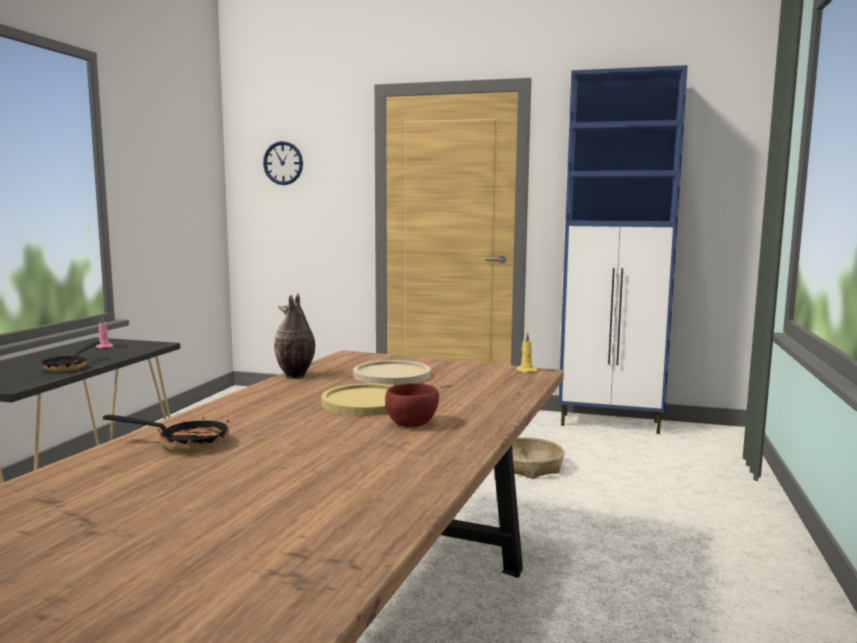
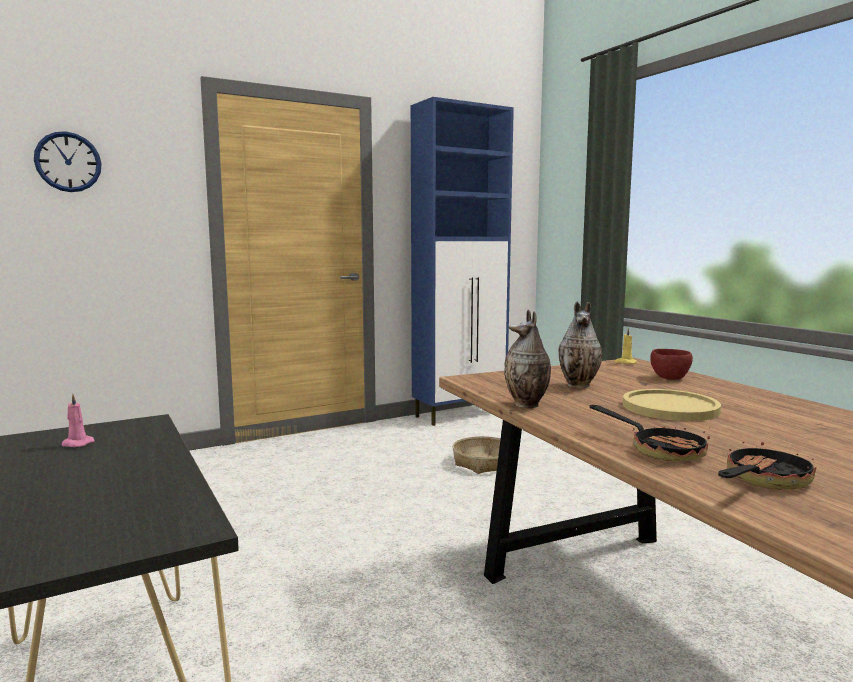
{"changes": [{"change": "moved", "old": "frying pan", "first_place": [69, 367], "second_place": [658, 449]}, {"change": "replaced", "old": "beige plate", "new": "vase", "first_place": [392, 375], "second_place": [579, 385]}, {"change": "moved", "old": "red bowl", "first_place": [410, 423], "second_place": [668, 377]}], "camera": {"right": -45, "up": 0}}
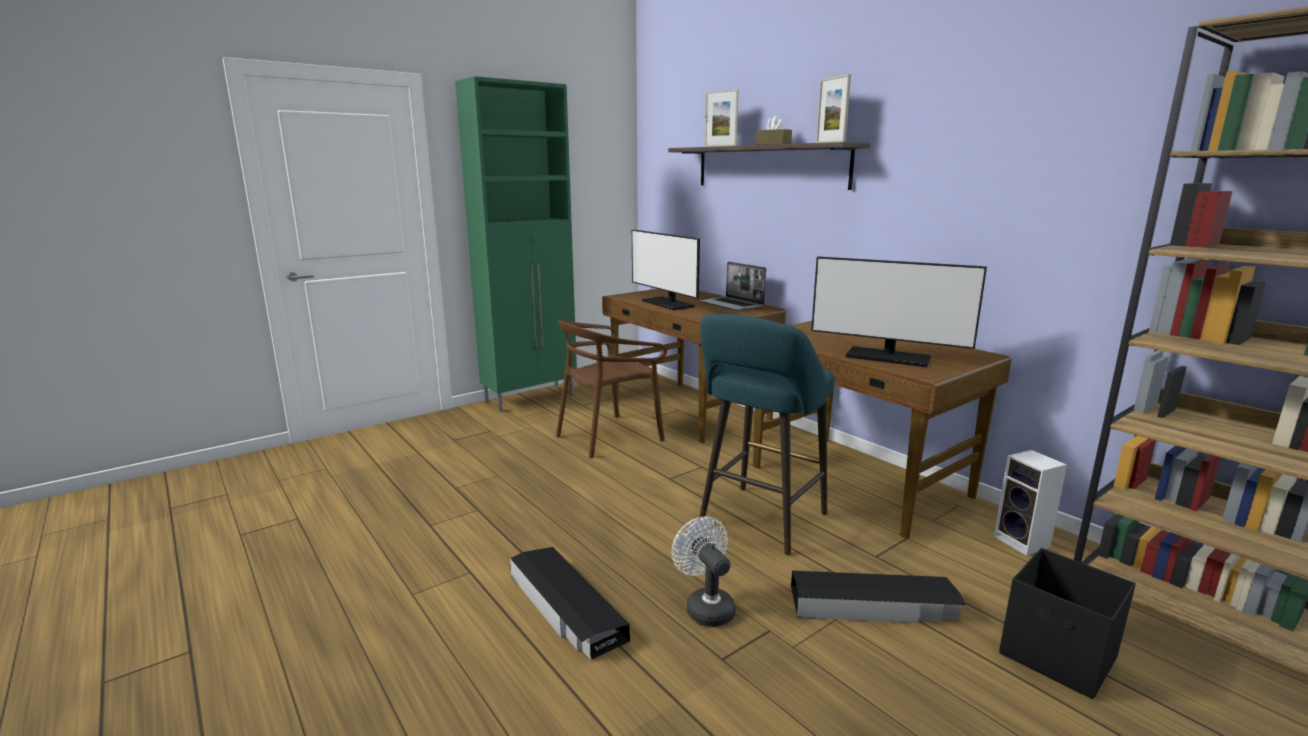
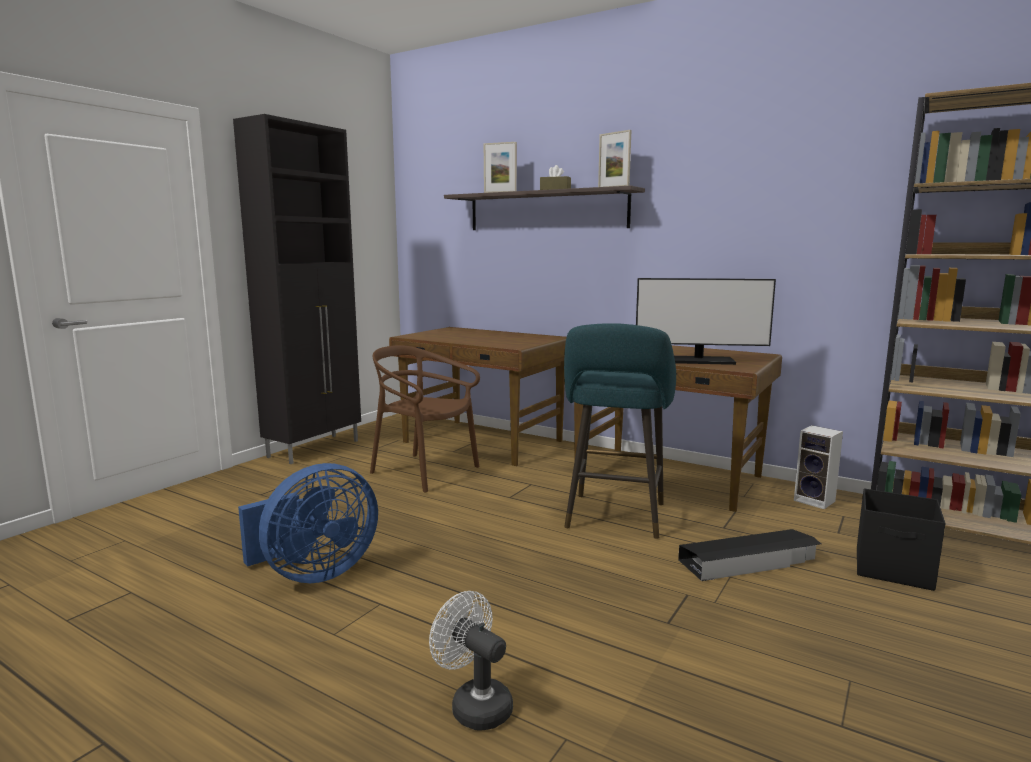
{"changes": [{"change": "recoloured", "old": "green cabinet", "new": "black cabinet", "first_place": [531, 398], "second_place": [315, 448]}, {"change": "removed", "old": "monitor", "first_place": [667, 304]}, {"change": "removed", "old": "laptop", "first_place": [732, 305]}, {"change": "turned", "old": "brown chair", "first_place": [609, 436], "second_place": [424, 471], "degrees": 90}, {"change": "moved", "old": "white fan", "first_place": [705, 606], "second_place": [474, 704]}, {"change": "removed", "old": "black storage box", "first_place": [566, 608]}, {"change": "added", "new": "blue fan", "second_place": [313, 573]}], "camera": {"right": -20, "up": -5}}
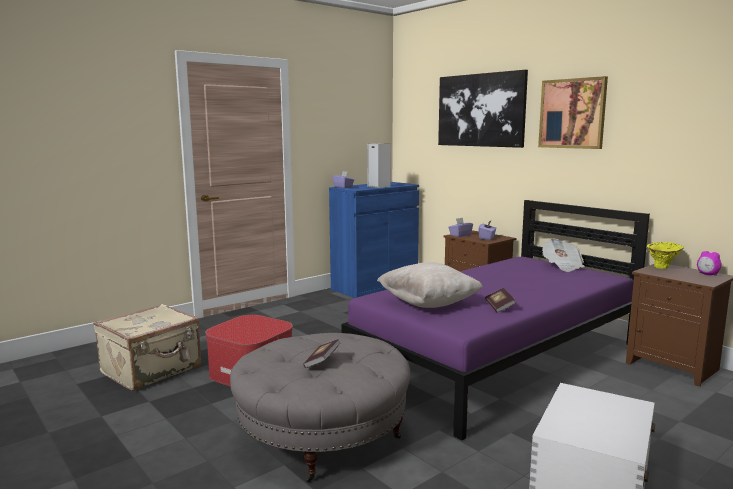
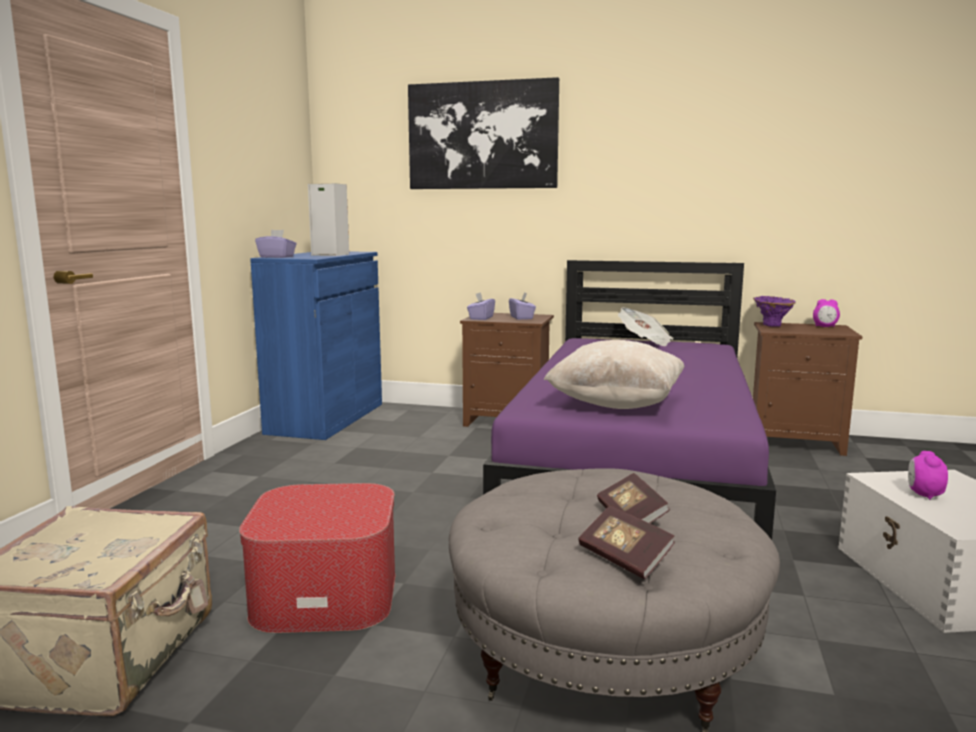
{"changes": [{"change": "removed", "old": "picture", "first_place": [572, 113]}, {"change": "recoloured", "old": "yellow vase", "new": "purple vase", "first_place": [663, 267], "second_place": [772, 325]}, {"change": "moved", "old": "book", "first_place": [499, 307], "second_place": [624, 558]}, {"change": "added", "new": "alarm clock", "second_place": [924, 495]}], "camera": {"right": -35, "up": 0}}
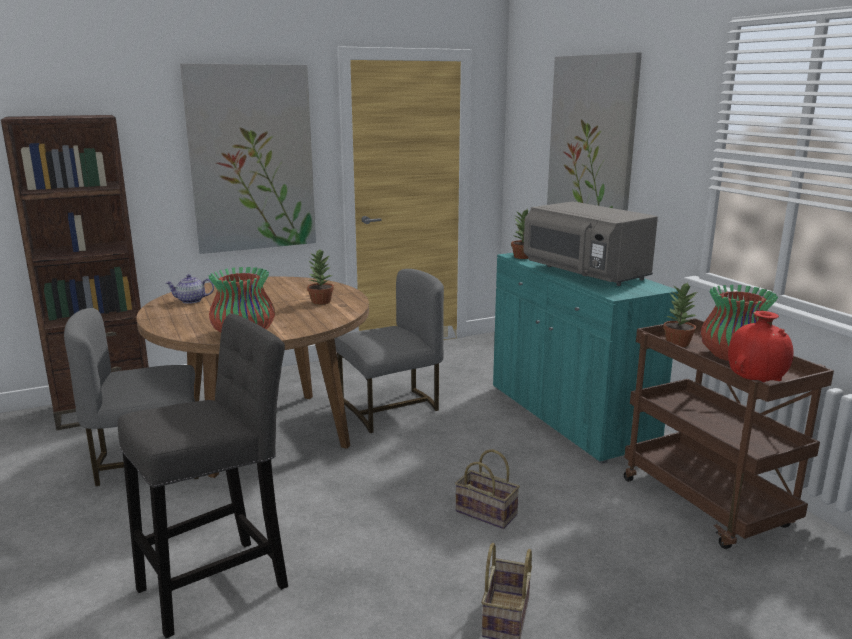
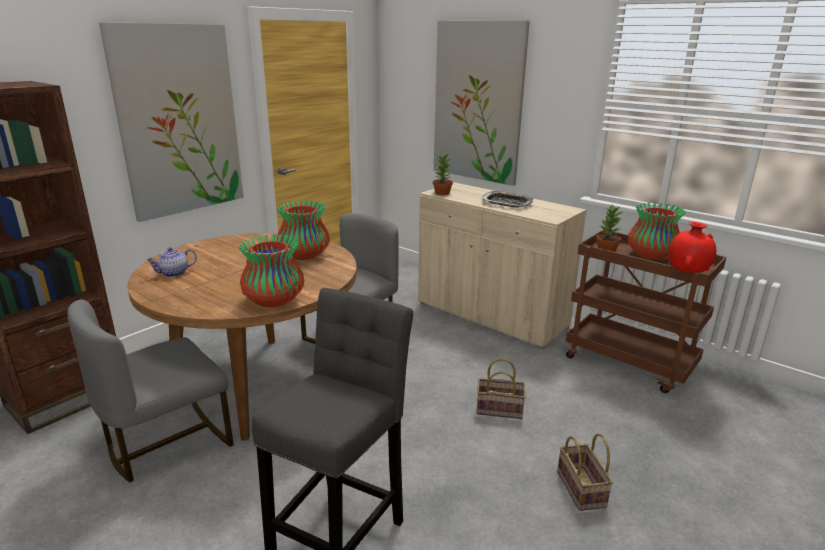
{"changes": [{"change": "replaced", "old": "grey microwave", "new": "tray", "first_place": [585, 274], "second_place": [507, 203]}, {"change": "replaced", "old": "potted plant", "new": "vase", "first_place": [320, 302], "second_place": [304, 256]}, {"change": "recoloured", "old": "turquoise cabinet", "new": "beige cabinet", "first_place": [569, 415], "second_place": [491, 315]}], "camera": {"right": -25, "up": 5}}
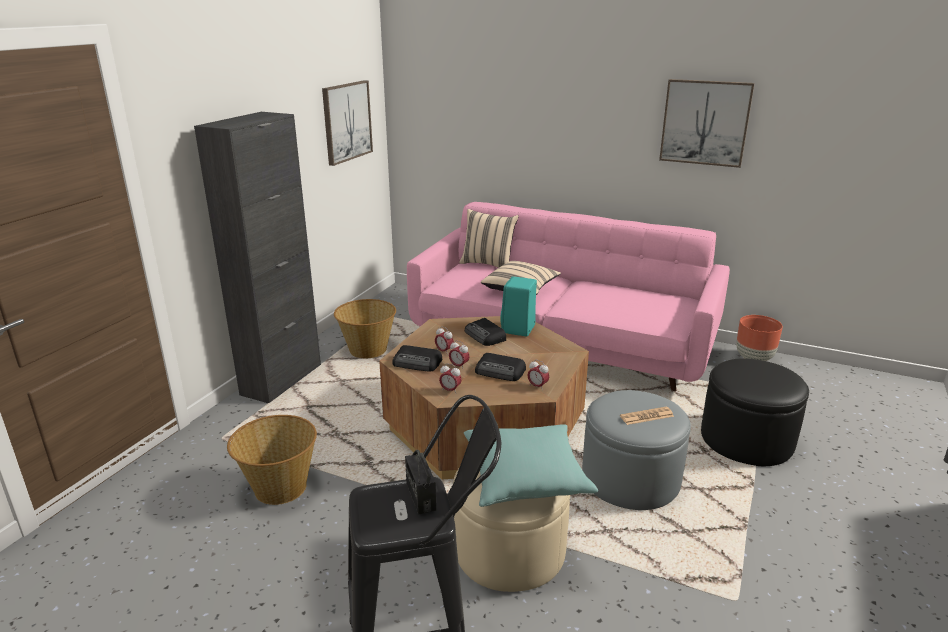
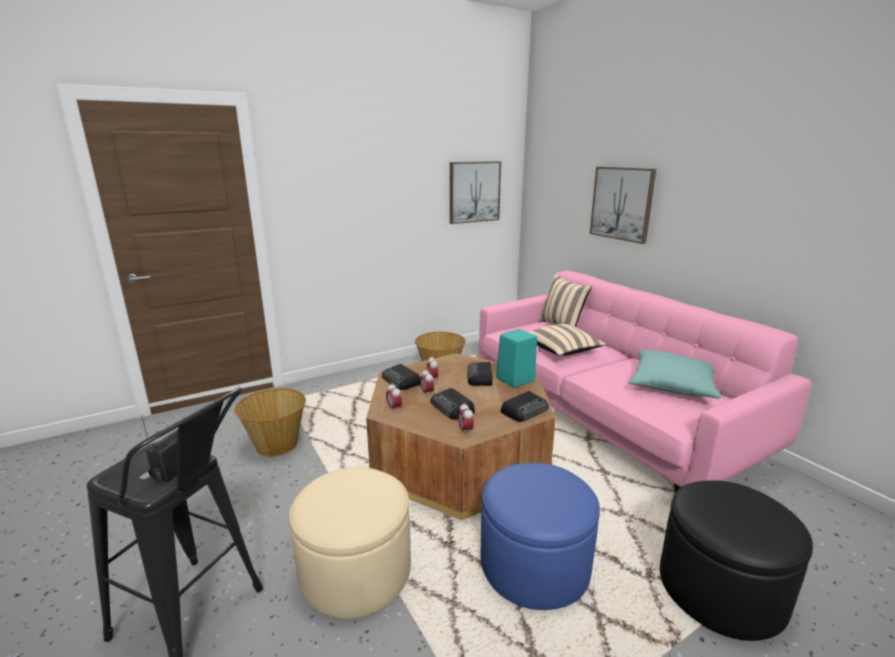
{"changes": [{"change": "moved", "old": "picture", "first_place": [705, 122], "second_place": [622, 203]}, {"change": "removed", "old": "black cabinet", "first_place": [281, 379]}, {"change": "removed", "old": "brown planter", "first_place": [754, 358]}, {"change": "recoloured", "old": "grey ottoman", "new": "blue ottoman", "first_place": [630, 478], "second_place": [534, 564]}, {"change": "removed", "old": "newspaper", "first_place": [646, 416]}, {"change": "moved", "old": "turquoise pillow", "first_place": [526, 477], "second_place": [672, 385]}, {"change": "added", "new": "radio", "second_place": [525, 410]}], "camera": {"right": 35, "up": -5}}
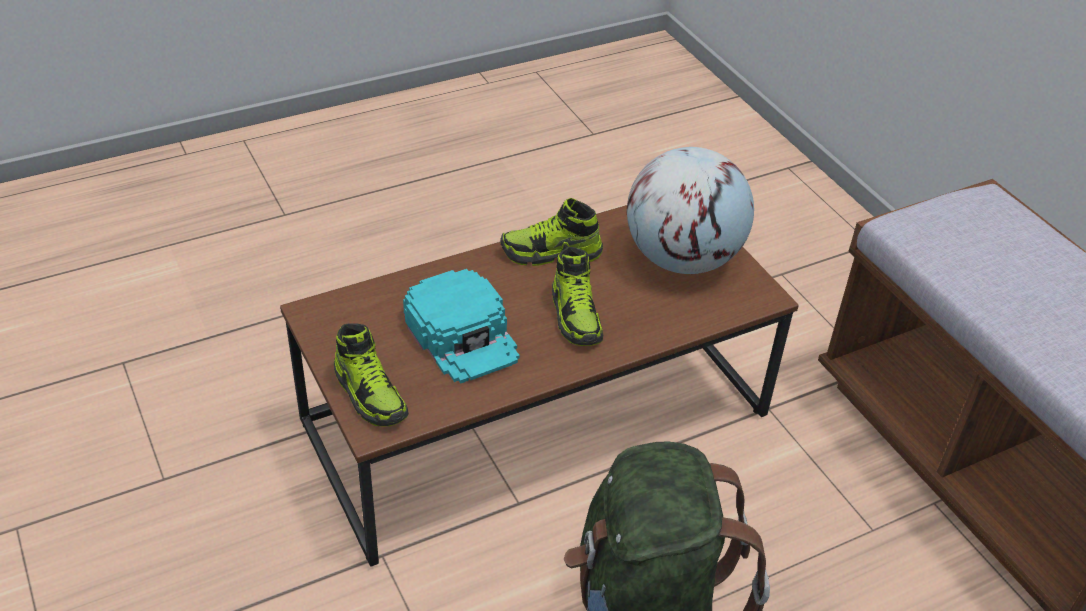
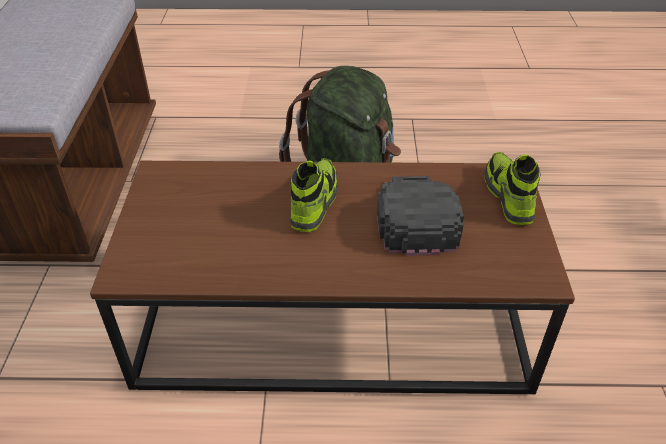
{"changes": [{"change": "removed", "old": "globe", "first_place": [682, 259]}, {"change": "removed", "old": "shoe", "first_place": [551, 253]}, {"change": "recoloured", "old": "turquoise cap", "new": "black cap", "first_place": [463, 334], "second_place": [415, 217]}], "camera": {"right": -150, "up": 0}}
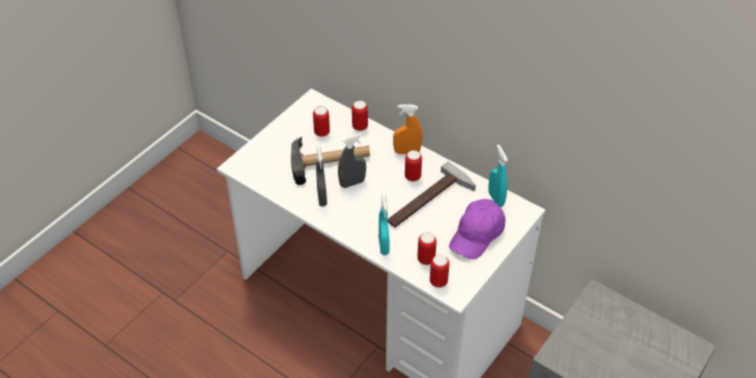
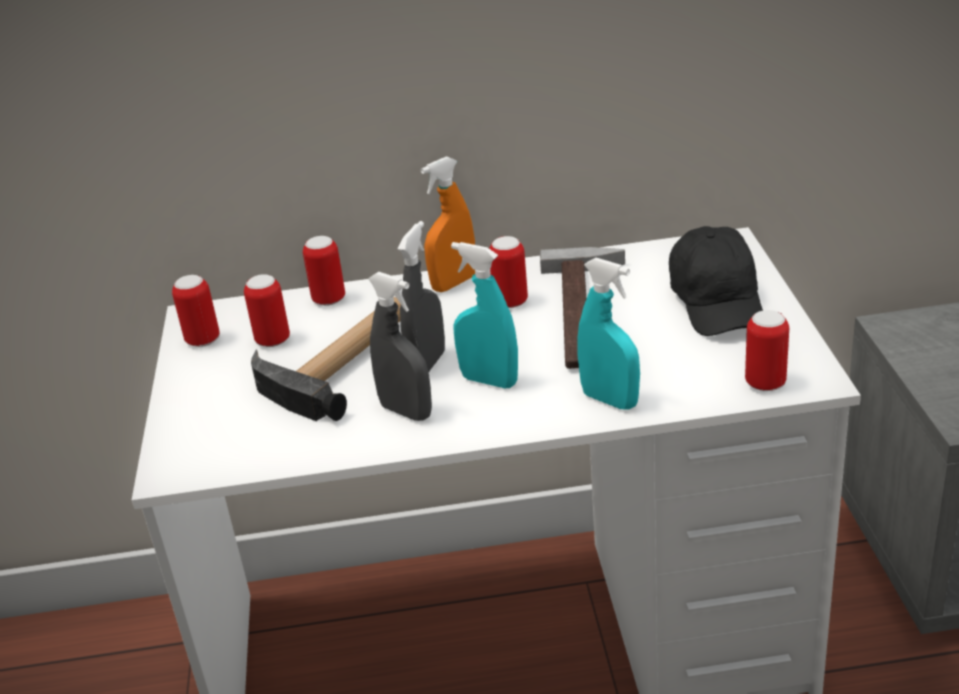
{"changes": [{"change": "moved", "old": "turquoise spray bottle", "first_place": [496, 198], "second_place": [489, 381]}, {"change": "recoloured", "old": "purple cap", "new": "black cap", "first_place": [477, 235], "second_place": [717, 302]}, {"change": "moved", "old": "can", "first_place": [426, 259], "second_place": [203, 340]}], "camera": {"right": -40, "up": -15}}
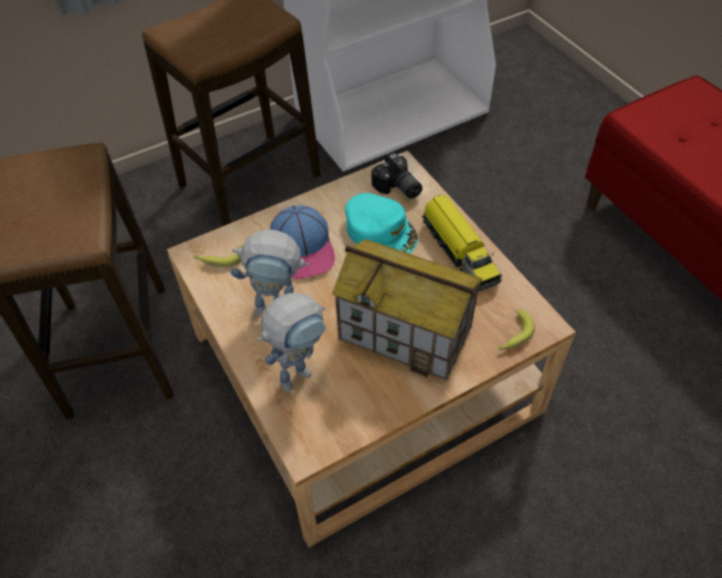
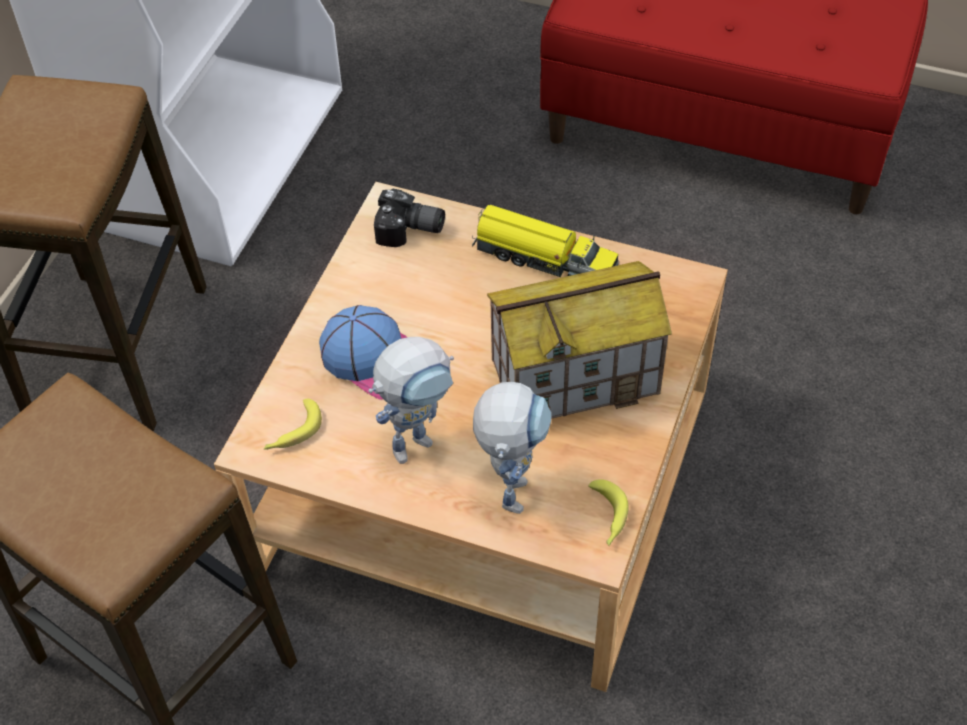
{"changes": [{"change": "removed", "old": "turquoise cap", "first_place": [381, 231]}, {"change": "moved", "old": "banana", "first_place": [513, 336], "second_place": [607, 517]}], "camera": {"right": -40, "up": 0}}
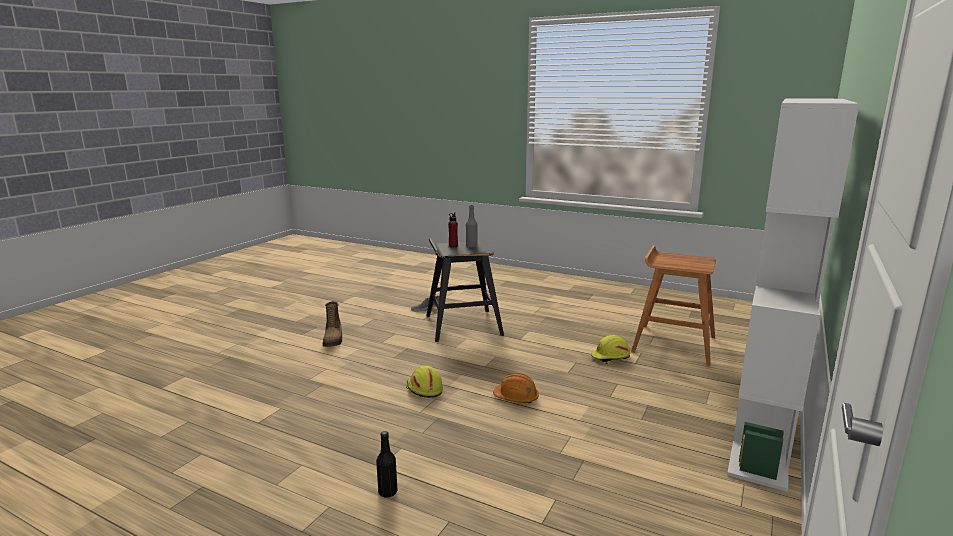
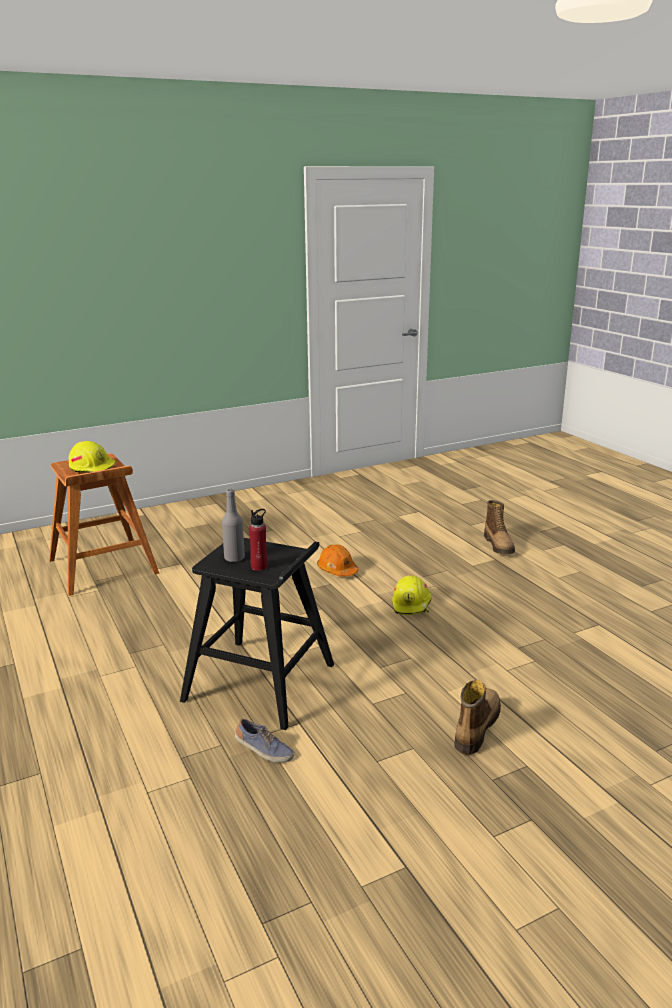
{"changes": [{"change": "removed", "old": "white bookcase", "first_place": [763, 434]}, {"change": "moved", "old": "yellow hard hat", "first_place": [610, 357], "second_place": [93, 467]}, {"change": "replaced", "old": "black bottle", "new": "boot", "first_place": [388, 492], "second_place": [499, 545]}], "camera": {"right": -145, "up": 5}}
